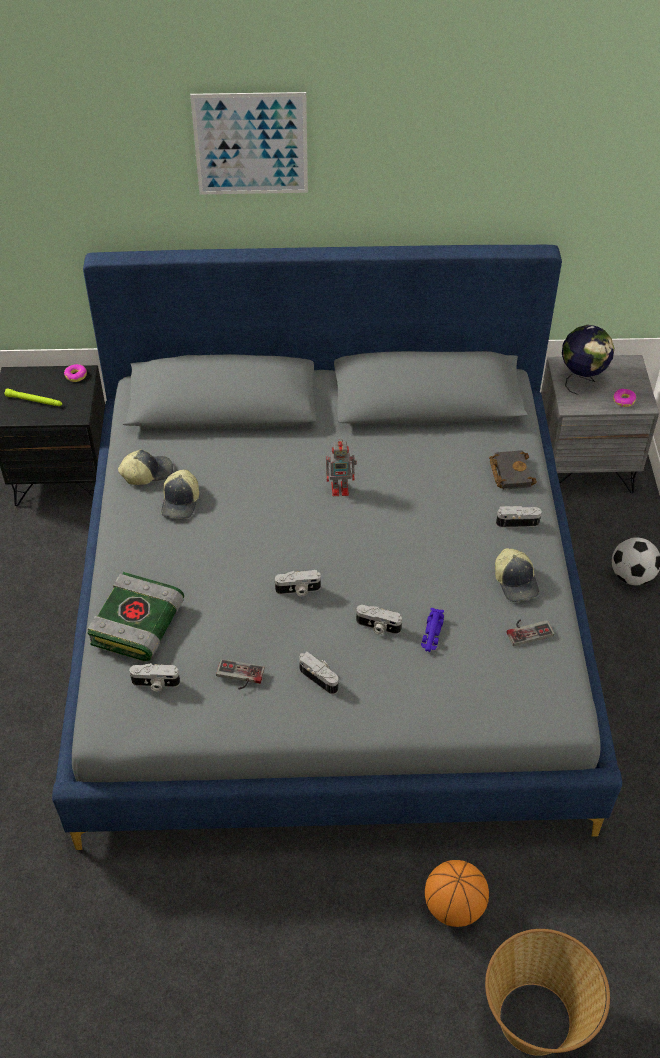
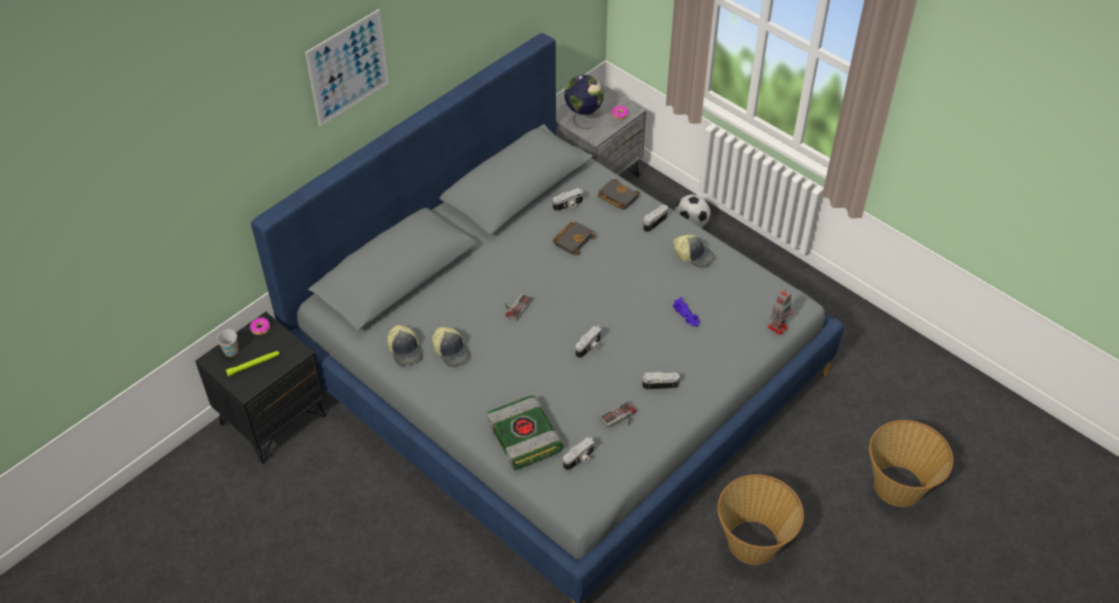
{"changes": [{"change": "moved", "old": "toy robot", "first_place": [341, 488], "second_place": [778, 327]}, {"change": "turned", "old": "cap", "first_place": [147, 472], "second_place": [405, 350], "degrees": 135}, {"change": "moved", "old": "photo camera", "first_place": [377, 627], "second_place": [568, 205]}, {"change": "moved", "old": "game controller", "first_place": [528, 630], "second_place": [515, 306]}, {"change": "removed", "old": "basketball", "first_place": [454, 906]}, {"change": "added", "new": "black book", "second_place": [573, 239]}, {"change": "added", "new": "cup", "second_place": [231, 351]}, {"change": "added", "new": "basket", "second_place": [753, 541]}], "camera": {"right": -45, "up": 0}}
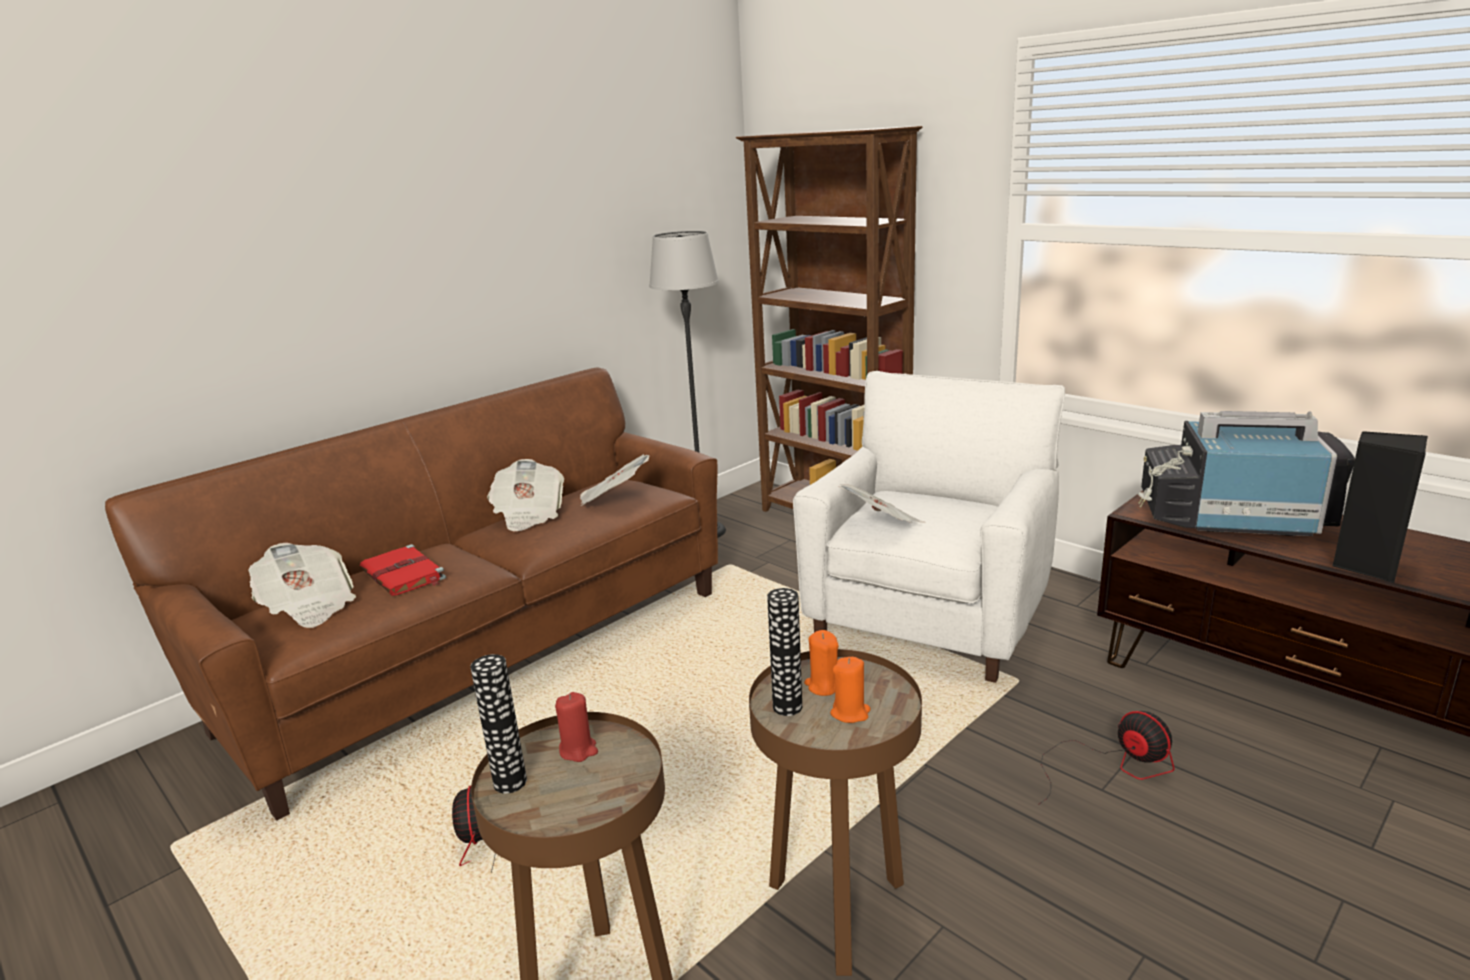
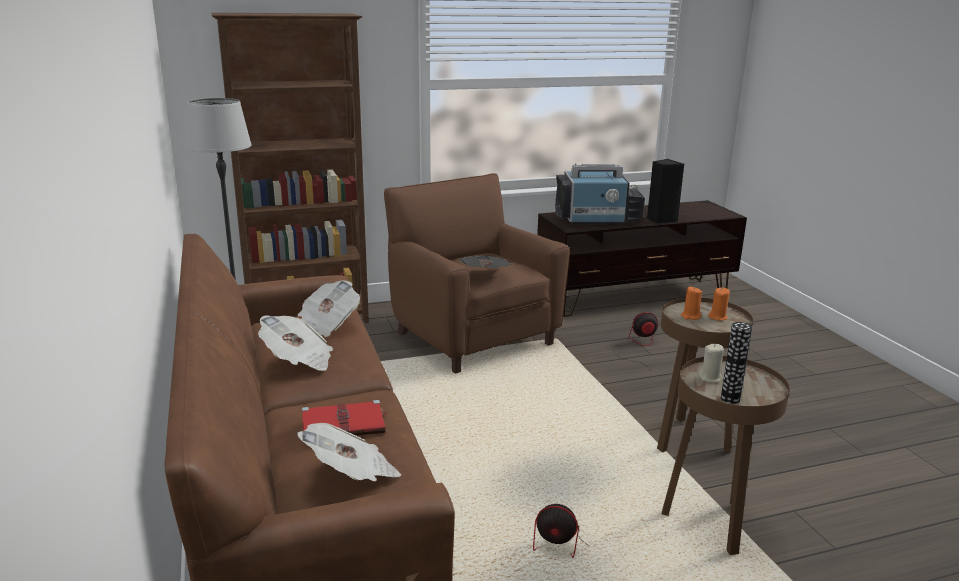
{"changes": [{"change": "recoloured", "old": "white armchair", "new": "brown armchair", "first_place": [931, 619], "second_place": [473, 337]}, {"change": "turned", "old": "television", "first_place": [1230, 519], "second_place": [598, 219], "degrees": -135}, {"change": "removed", "old": "vase", "first_place": [787, 707]}, {"change": "recoloured", "old": "red candle", "new": "beige candle", "first_place": [578, 750], "second_place": [710, 378]}], "camera": {"right": -65, "up": 0}}
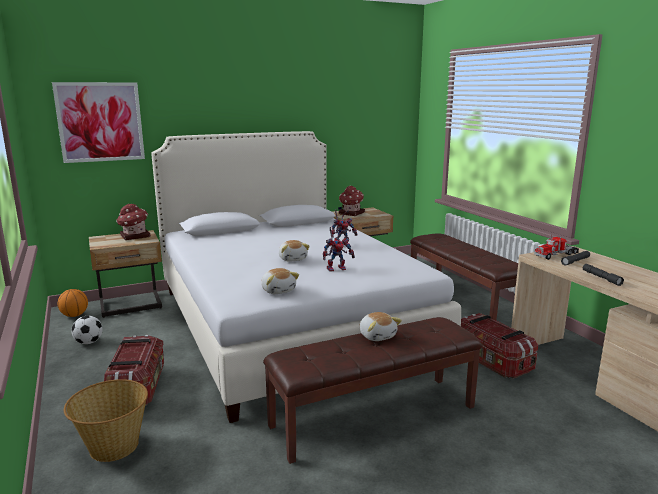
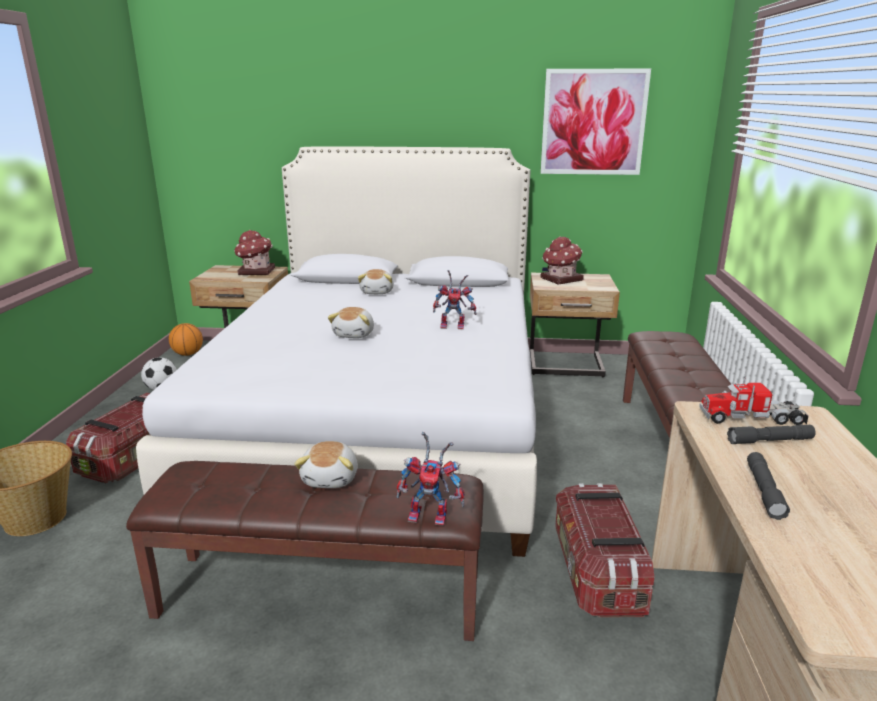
{"changes": [{"change": "moved", "old": "picture", "first_place": [100, 122], "second_place": [593, 122]}, {"change": "moved", "old": "toy robot", "first_place": [337, 268], "second_place": [432, 515]}, {"change": "moved", "old": "plush toy", "first_place": [278, 290], "second_place": [377, 292]}], "camera": {"right": 30, "up": 5}}
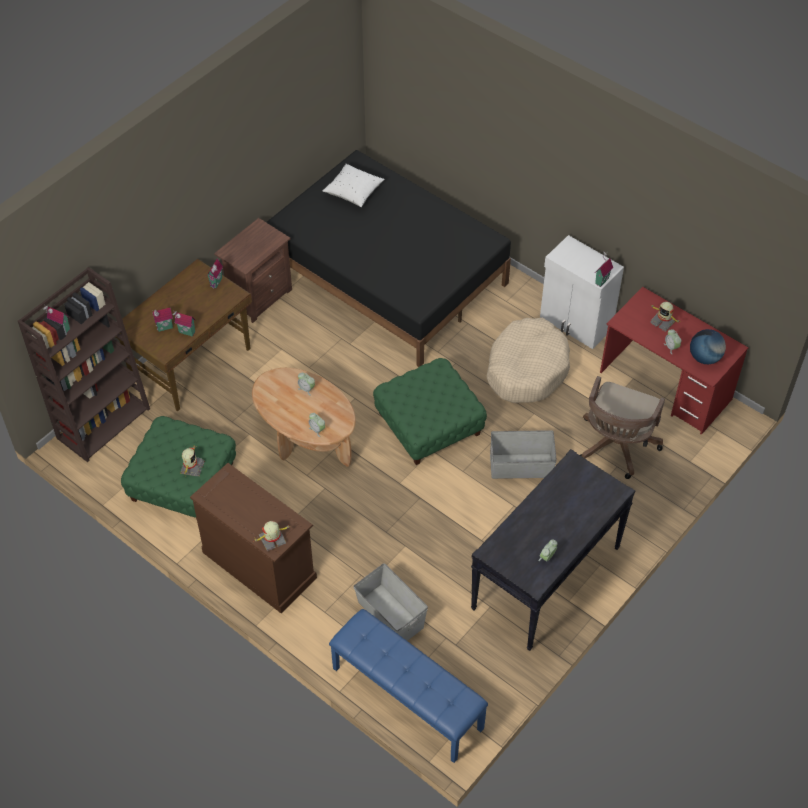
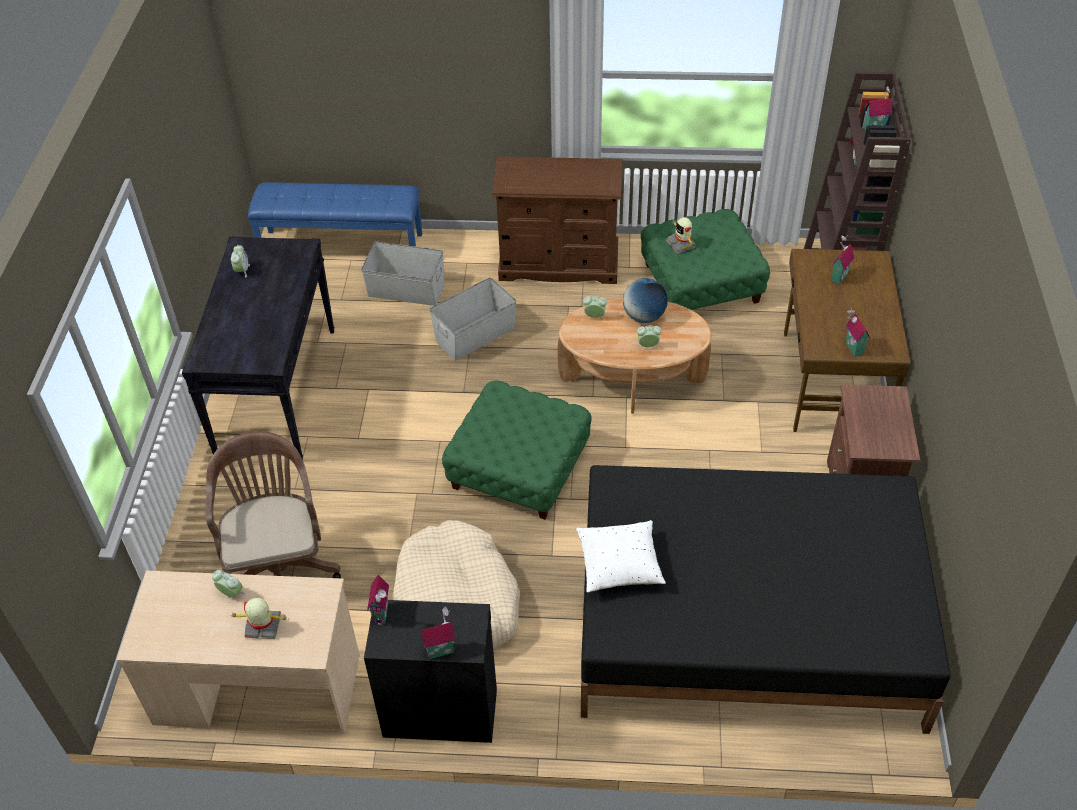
{"changes": [{"change": "moved", "old": "white pillow", "first_place": [353, 192], "second_place": [619, 565]}, {"change": "recoloured", "old": "white cabinet", "new": "black cabinet", "first_place": [575, 323], "second_place": [439, 711]}, {"change": "recoloured", "old": "red desk", "new": "beige desk", "first_place": [665, 386], "second_place": [257, 689]}, {"change": "moved", "old": "toy house", "first_place": [186, 333], "second_place": [440, 649]}, {"change": "moved", "old": "globe", "first_place": [704, 357], "second_place": [644, 316]}, {"change": "moved", "old": "grey storage box", "first_place": [521, 466], "second_place": [474, 334]}, {"change": "removed", "old": "toy robot", "first_place": [272, 540]}], "camera": {"right": 145, "up": -5}}
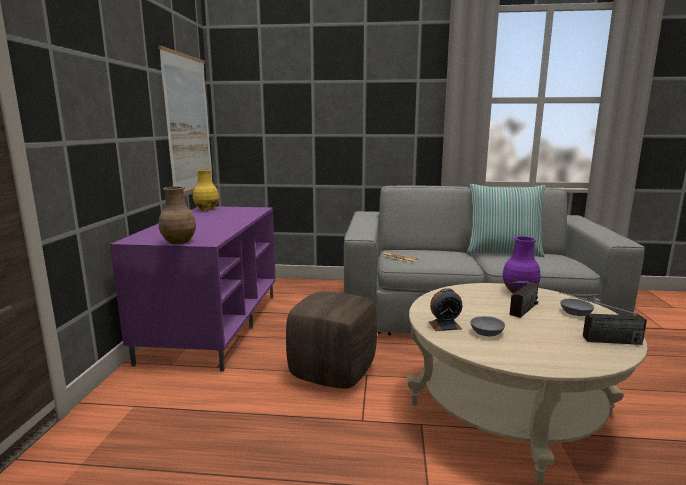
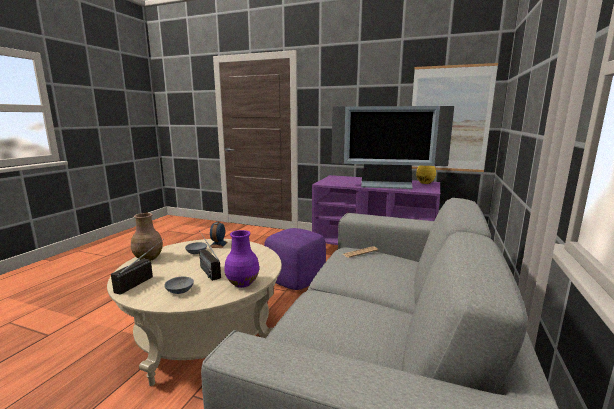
{"changes": [{"change": "removed", "old": "pillow", "first_place": [503, 252]}, {"change": "moved", "old": "brown vase", "first_place": [179, 241], "second_place": [148, 258]}, {"change": "recoloured", "old": "brown ottoman", "new": "purple ottoman", "first_place": [333, 372], "second_place": [295, 281]}, {"change": "added", "new": "television", "second_place": [386, 185]}], "camera": {"right": 105, "up": 0}}
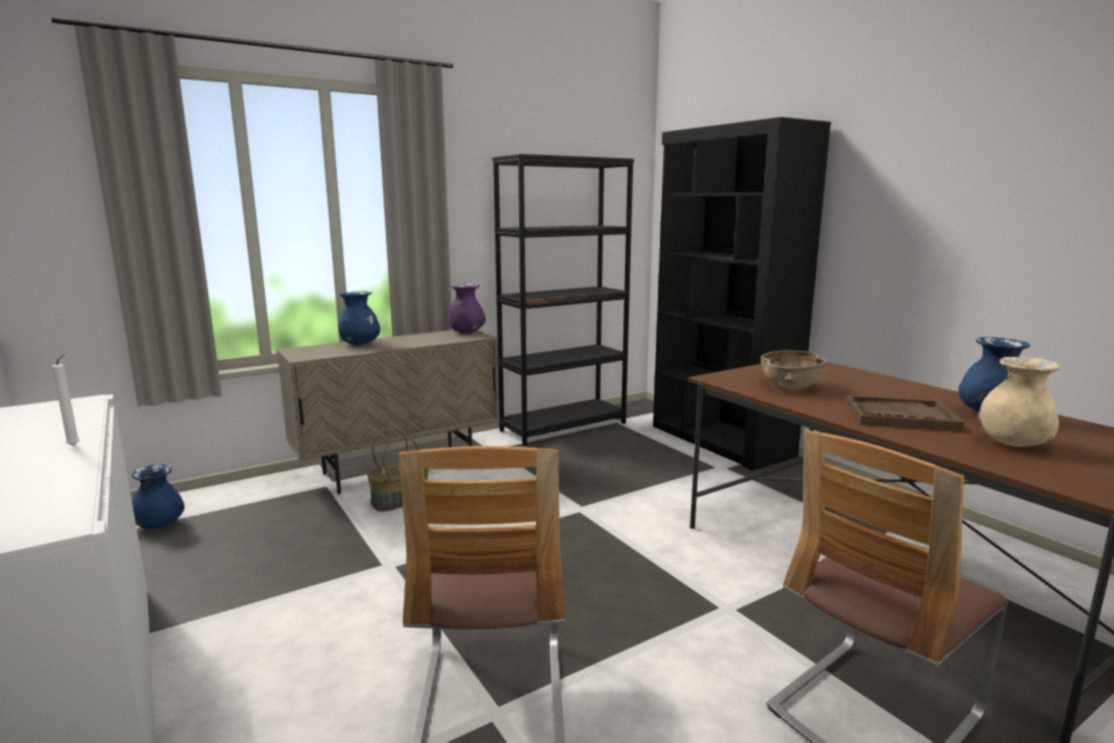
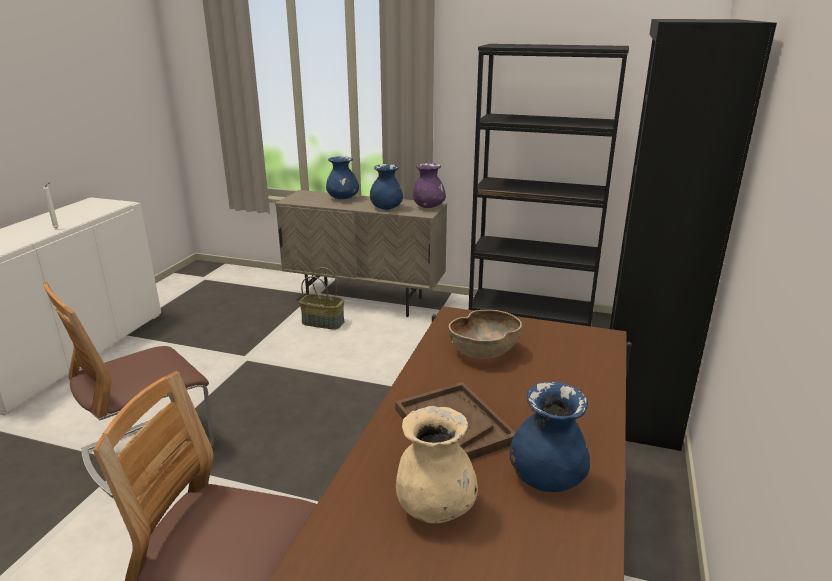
{"changes": [{"change": "moved", "old": "blue vase", "first_place": [159, 525], "second_place": [386, 208]}], "camera": {"right": 50, "up": 10}}
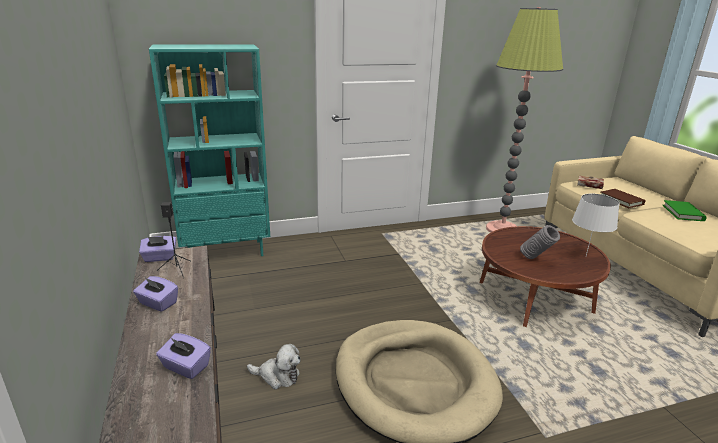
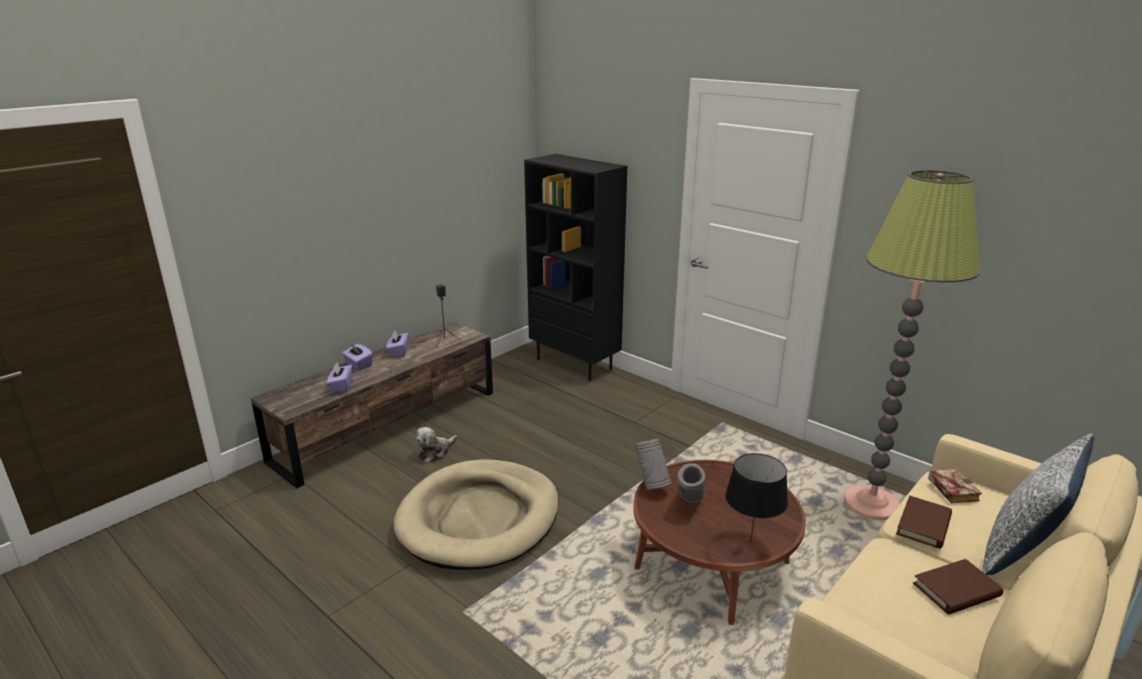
{"changes": [{"change": "recoloured", "old": "turquoise bookcase", "new": "black bookcase", "first_place": [227, 252], "second_place": [575, 364]}, {"change": "recoloured", "old": "white table lamp", "new": "black table lamp", "first_place": [586, 256], "second_place": [751, 543]}, {"change": "recoloured", "old": "green book", "new": "brown book", "first_place": [683, 213], "second_place": [956, 590]}, {"change": "moved", "old": "purple tissue box", "first_place": [160, 258], "second_place": [358, 365]}, {"change": "turned", "old": "plush toy", "first_place": [277, 376], "second_place": [435, 452], "degrees": 60}, {"change": "added", "new": "pillow", "second_place": [1021, 550]}, {"change": "added", "new": "grey vase", "second_place": [651, 485]}], "camera": {"right": 60, "up": 0}}
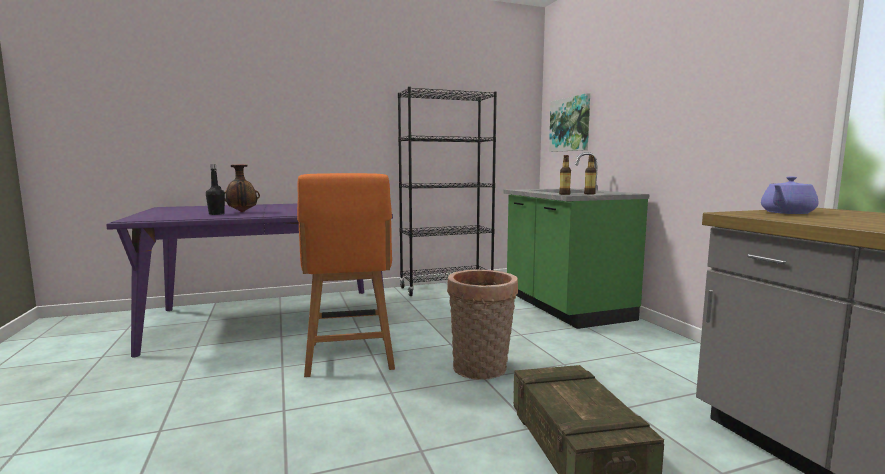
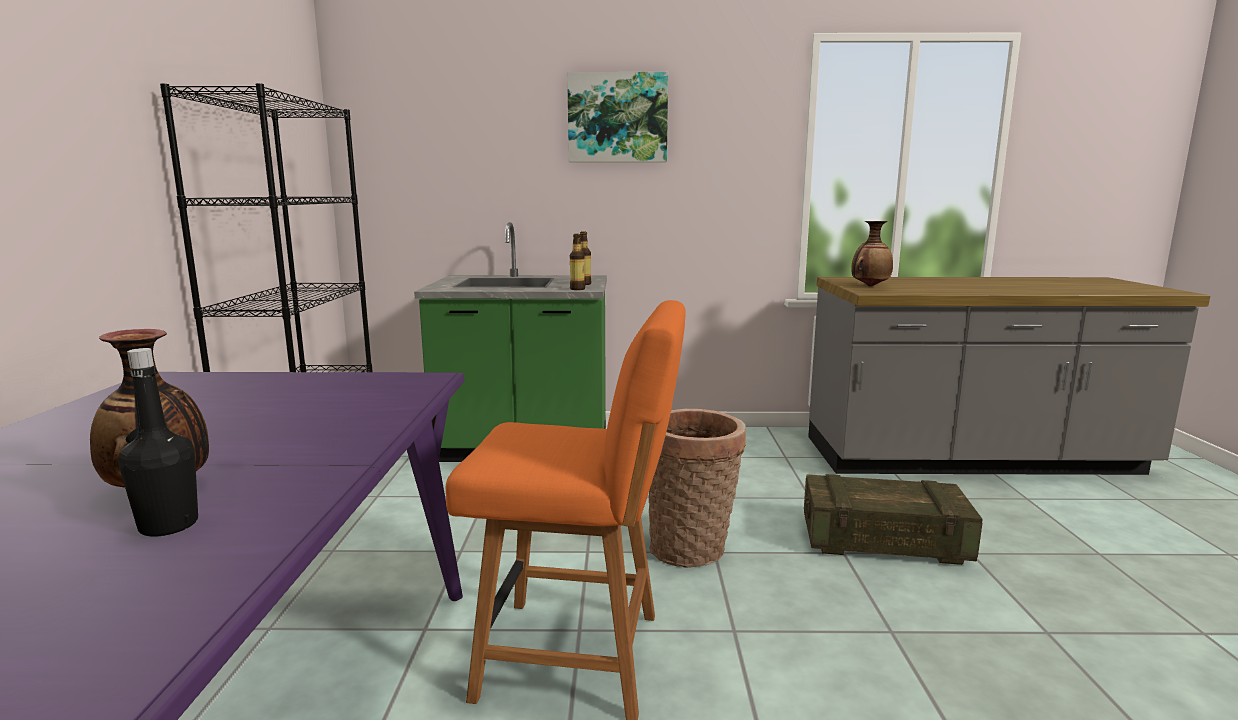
{"changes": [{"change": "moved", "old": "picture", "first_place": [570, 124], "second_place": [617, 118]}, {"change": "replaced", "old": "purple teapot", "new": "vase", "first_place": [786, 213], "second_place": [869, 286]}], "camera": {"right": -70, "up": 5}}
